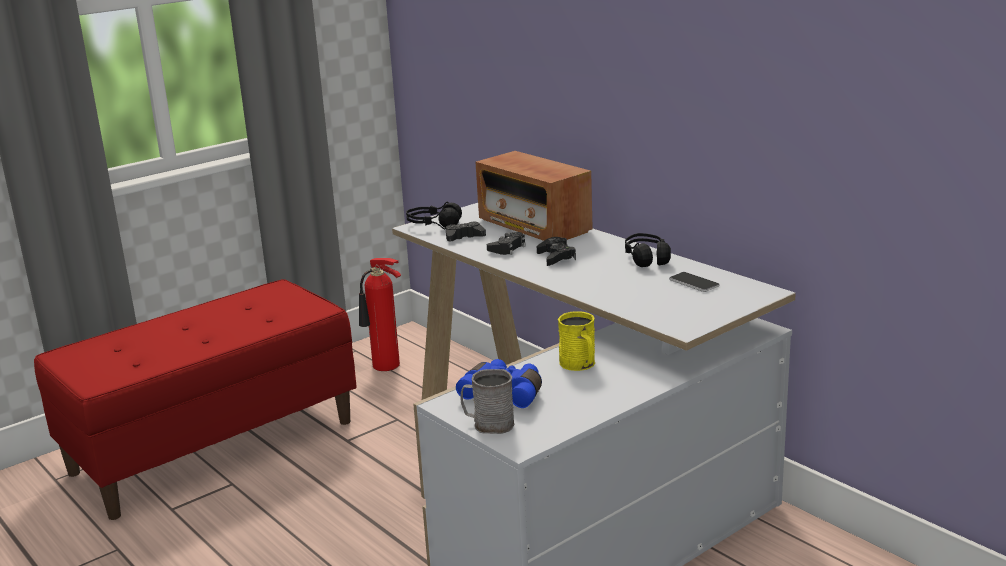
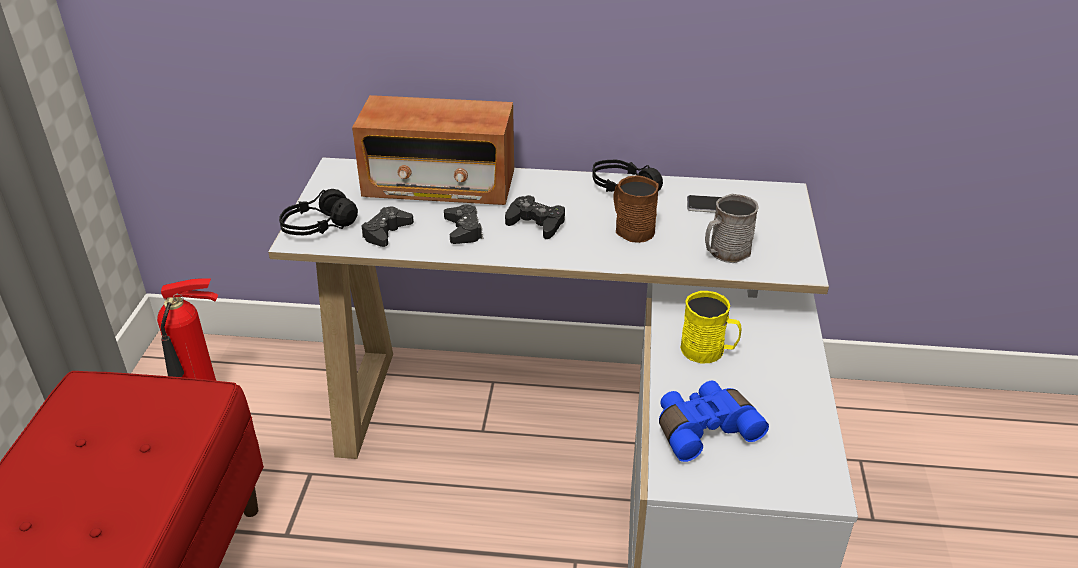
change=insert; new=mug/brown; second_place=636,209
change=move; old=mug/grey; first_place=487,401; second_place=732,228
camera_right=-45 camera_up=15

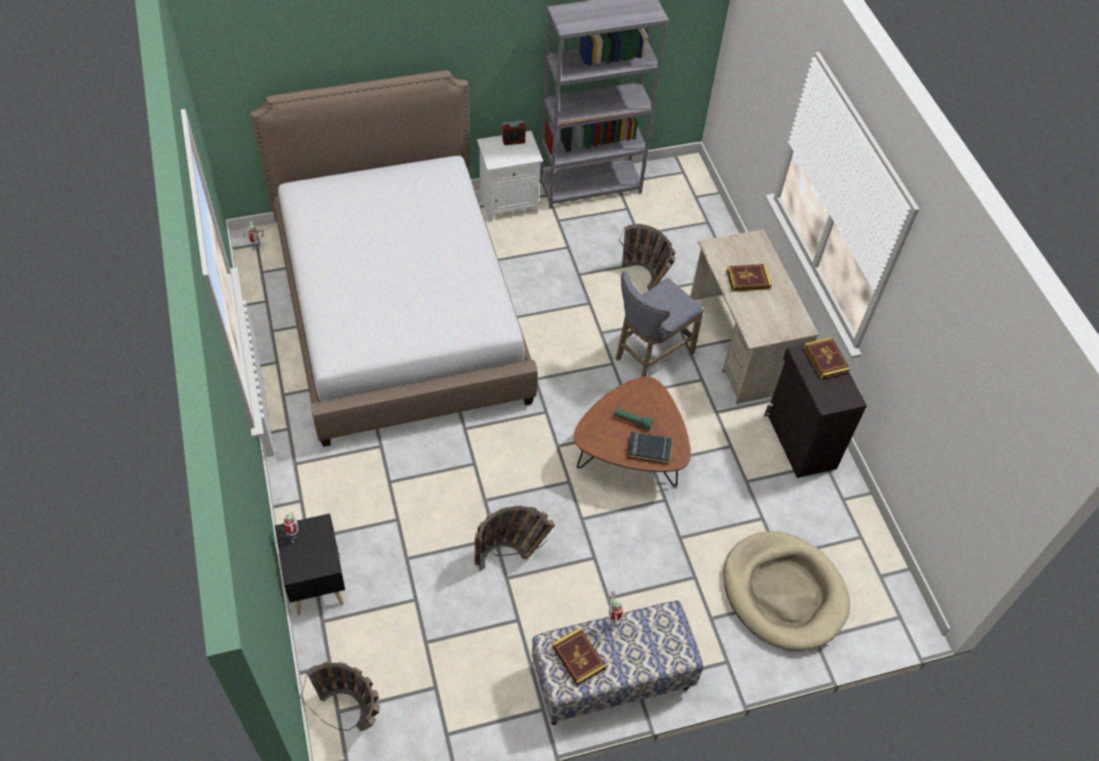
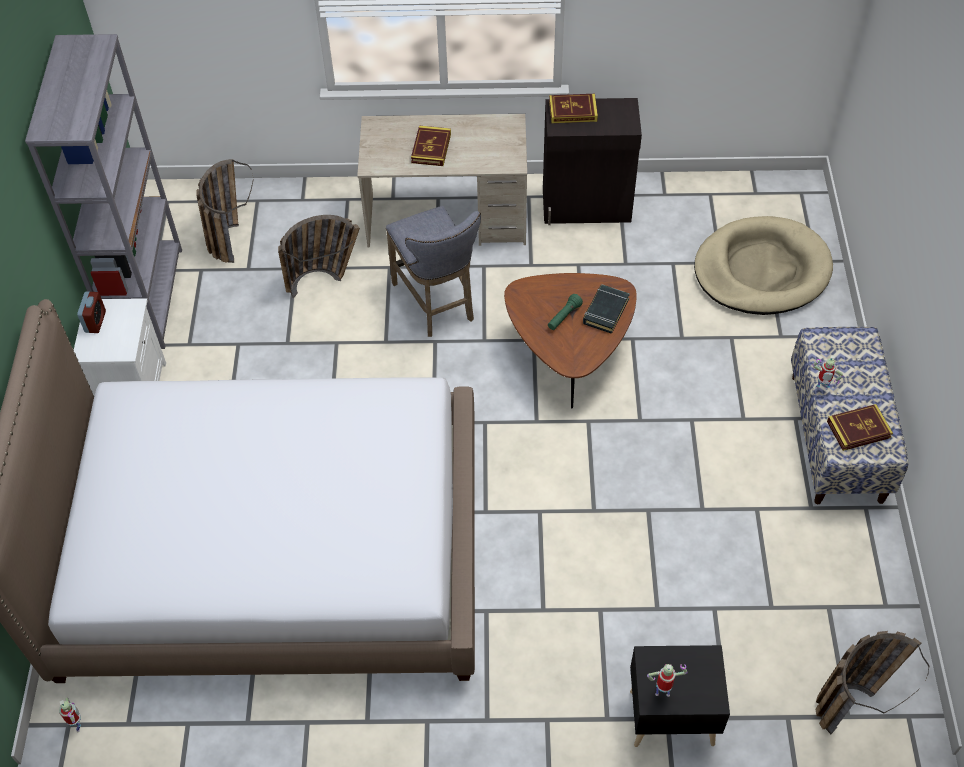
change=move; old=basket; first_place=515,538; second_place=224,211
camera_right=-70 camera_up=0

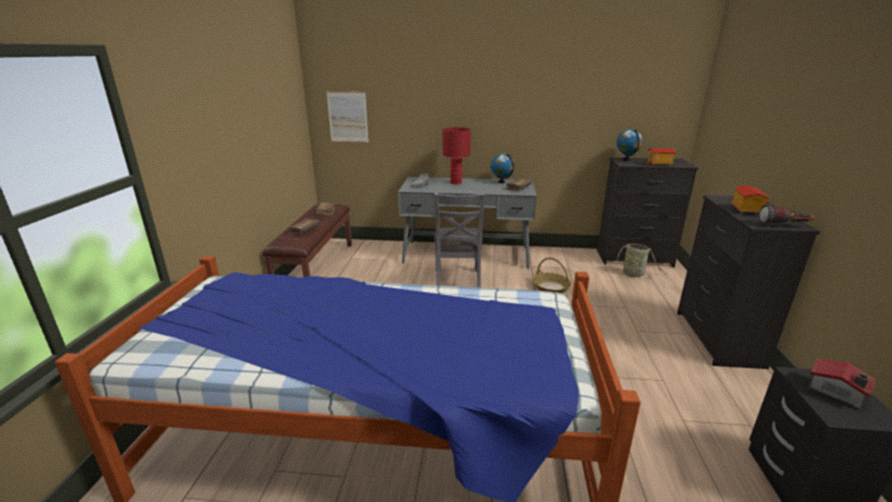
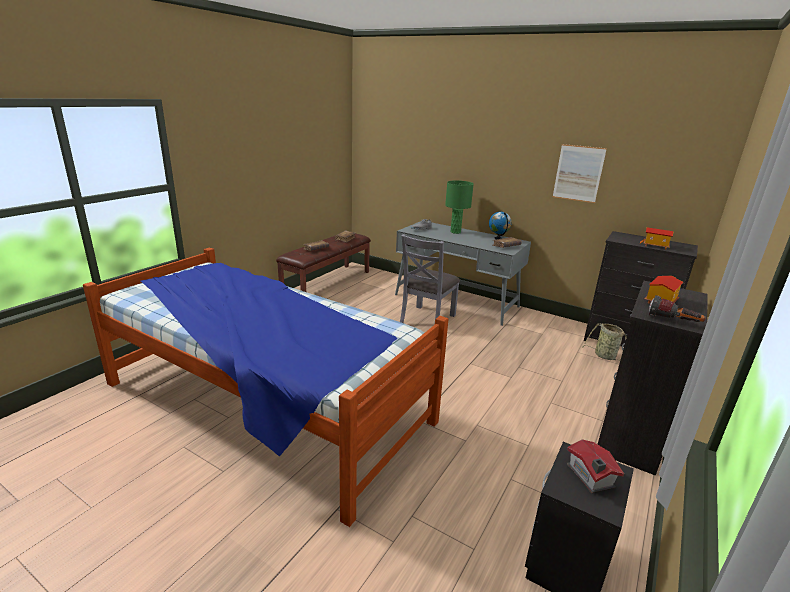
change=delete; old=basket; first_place=552,275
change=delete; old=globe; first_place=630,145
change=move; old=picture; first_place=347,117; second_place=580,173
change=recolor; old=table lamp/red; new=table lamp/green; first_place=457,155; second_place=459,207
camera_right=25 camera_up=0

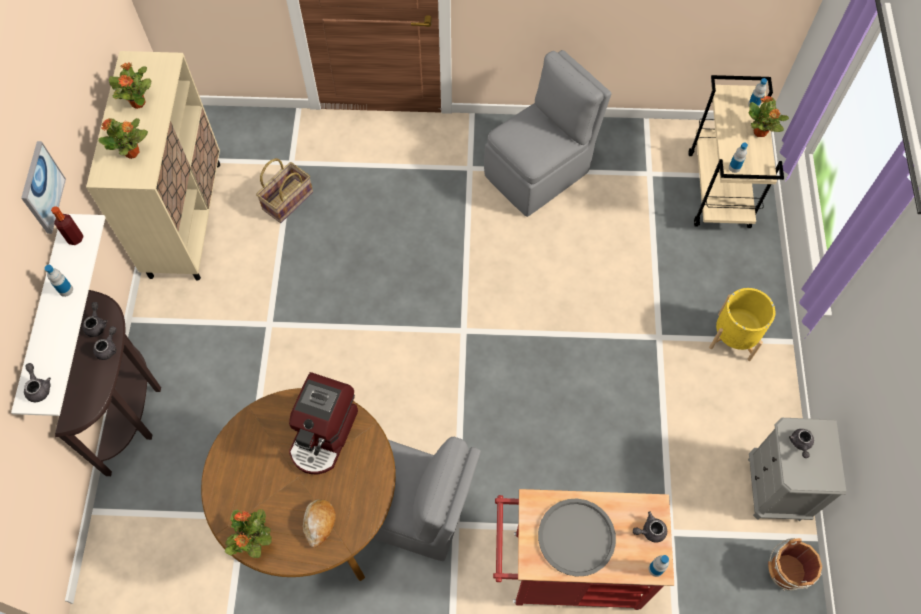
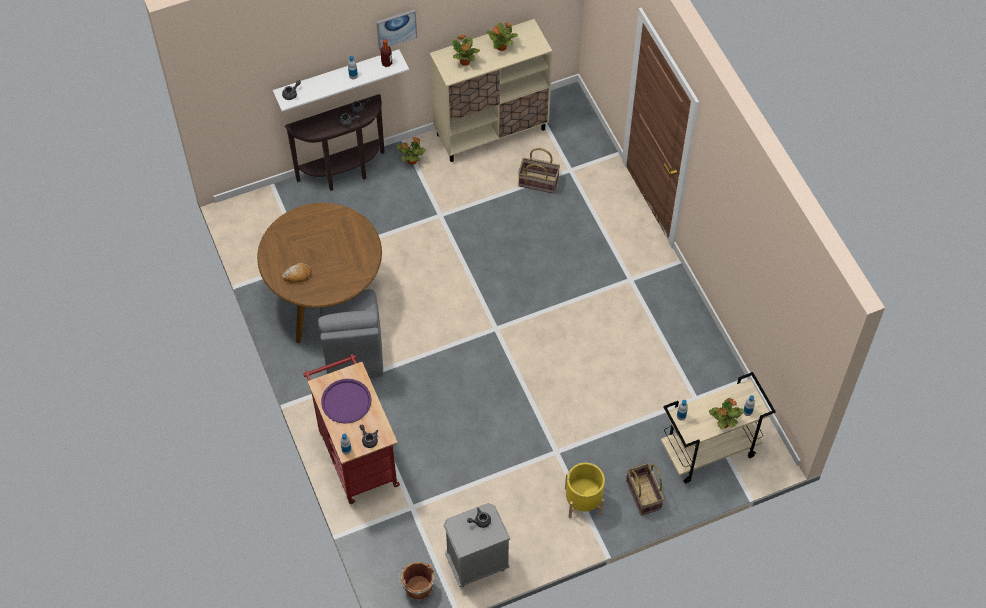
change=delete; old=coffee machine; first_place=323,423
change=delete; old=chair/grey; first_place=548,133
change=insert; new=basket; second_place=645,489
change=move; old=potted plant; first_place=248,533; second_place=411,151
change=recolor; old=tray/grey; new=tray/purple; first_place=577,538; second_place=346,401
camera_right=65 camera_up=-5

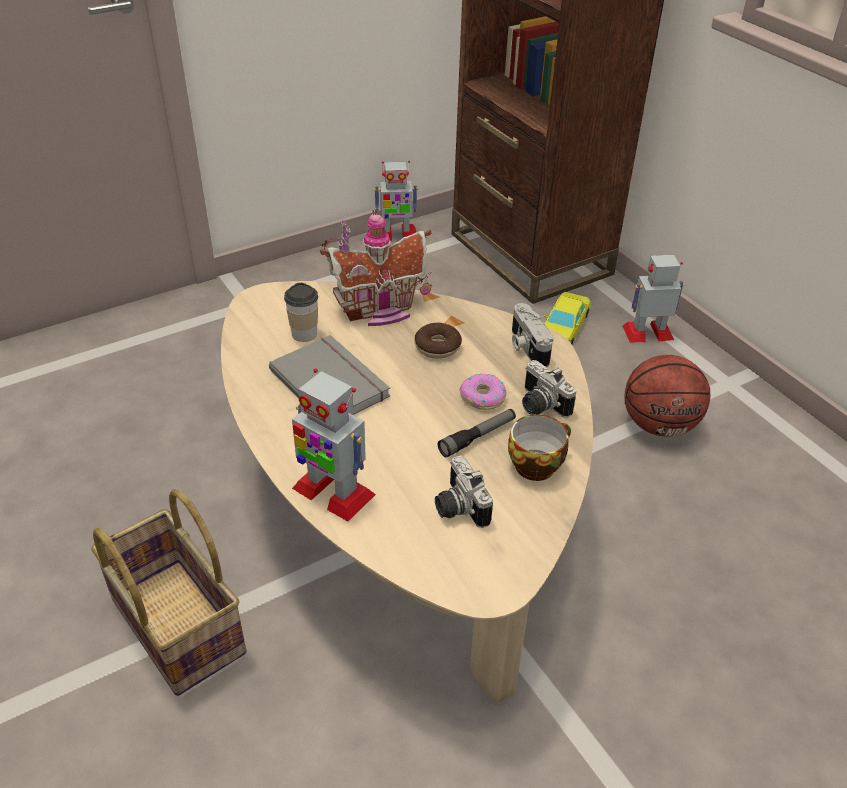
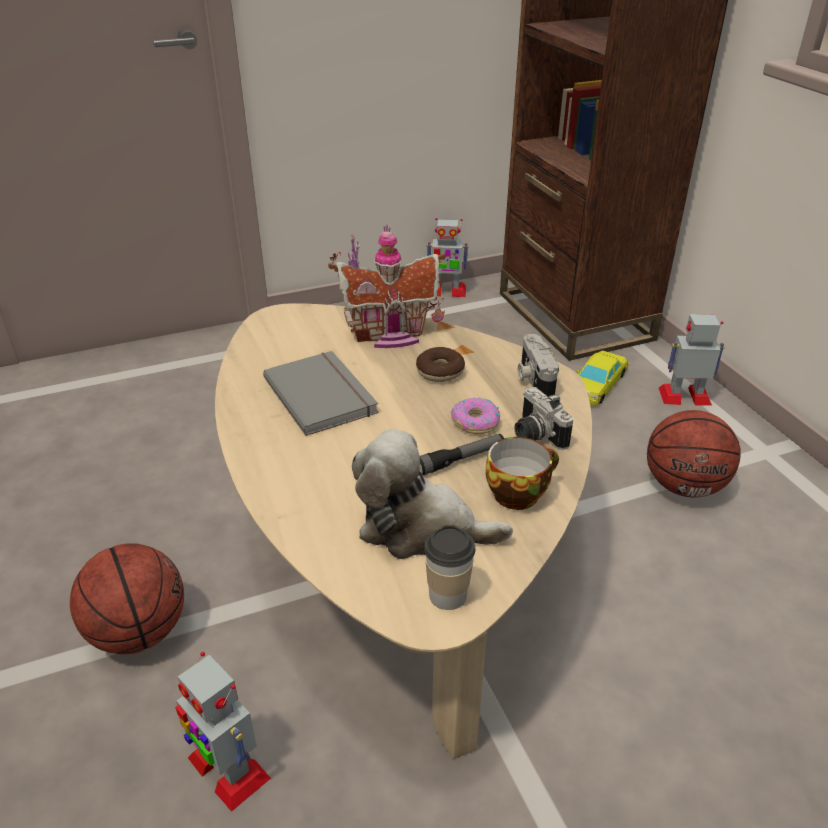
change=move; old=cup; first_place=301,312; second_place=449,567
change=move; old=toy robot; first_place=334,444; second_place=223,732
change=replace; old=basket; new=basketball; first_place=168,592; second_place=127,598
change=replace; old=photo camera; new=plush toy; first_place=464,491; second_place=432,494
camera_right=10 camera_up=-5

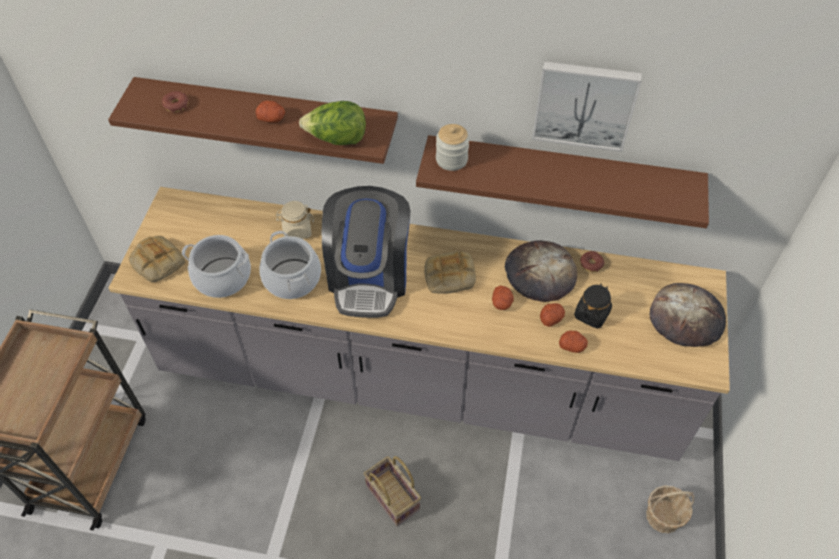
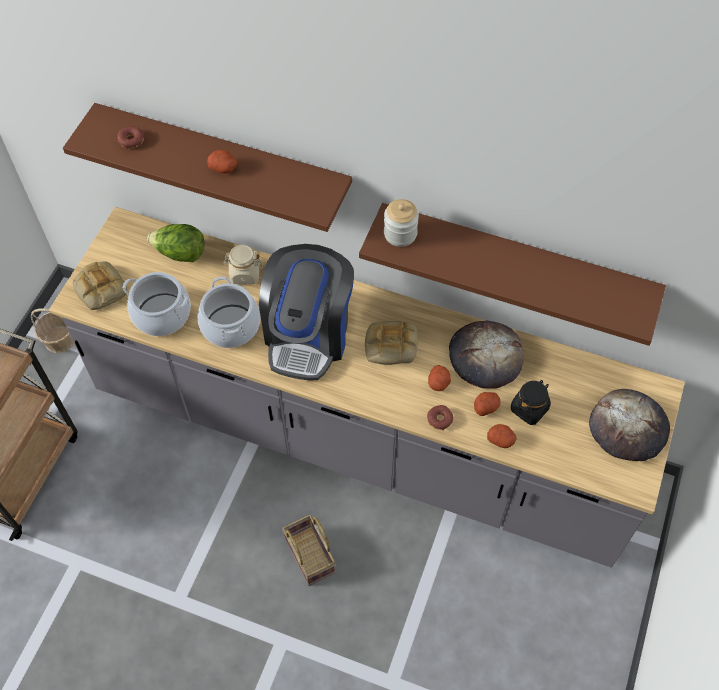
change=delete; old=picture; first_place=587,106
change=move; old=lettuce; first_place=332,123; second_place=175,243
change=move; old=donut; first_place=592,261; second_place=440,417
change=move; old=basket; first_place=670,509; second_place=52,331
camera_right=10 camera_up=5

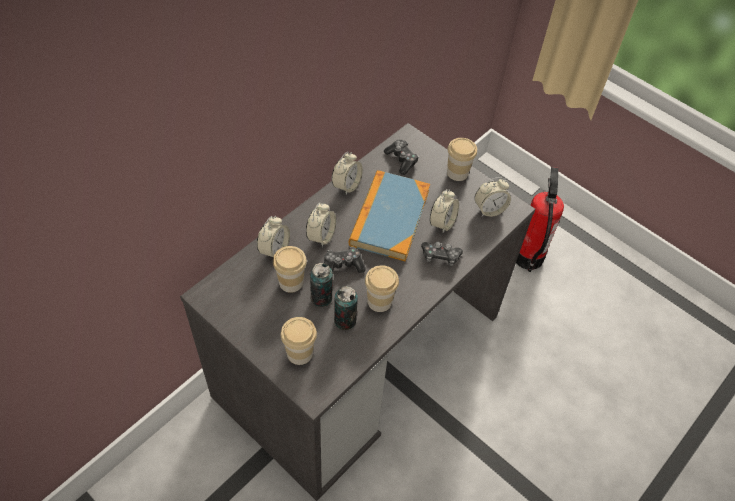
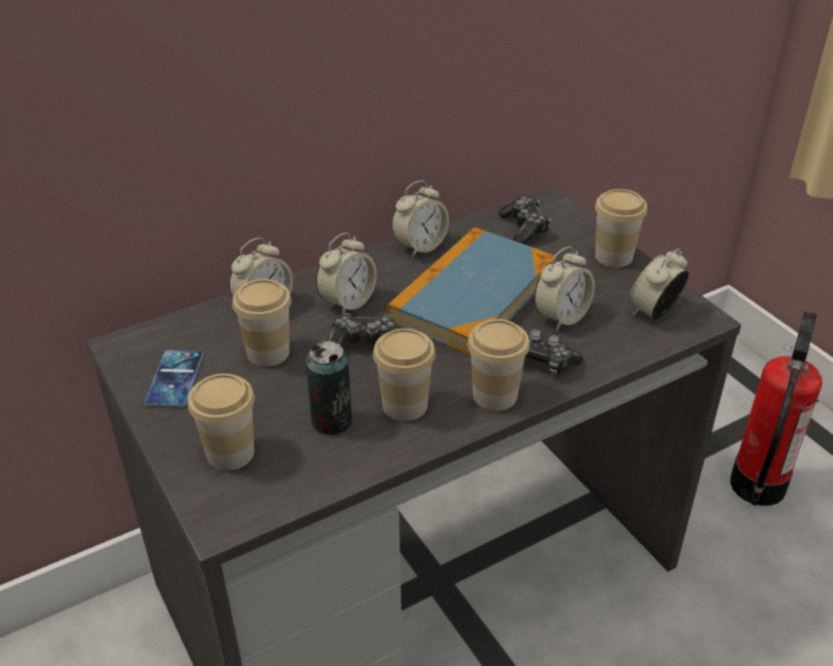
change=delete; old=can; first_place=321,285
change=insert; new=phone; second_place=174,378
change=insert; new=cup; second_place=498,365
change=rotate; old=alarm clock; first_place=492,197; second_place=658,284; degrees=135
camera_right=20 camera_up=-15

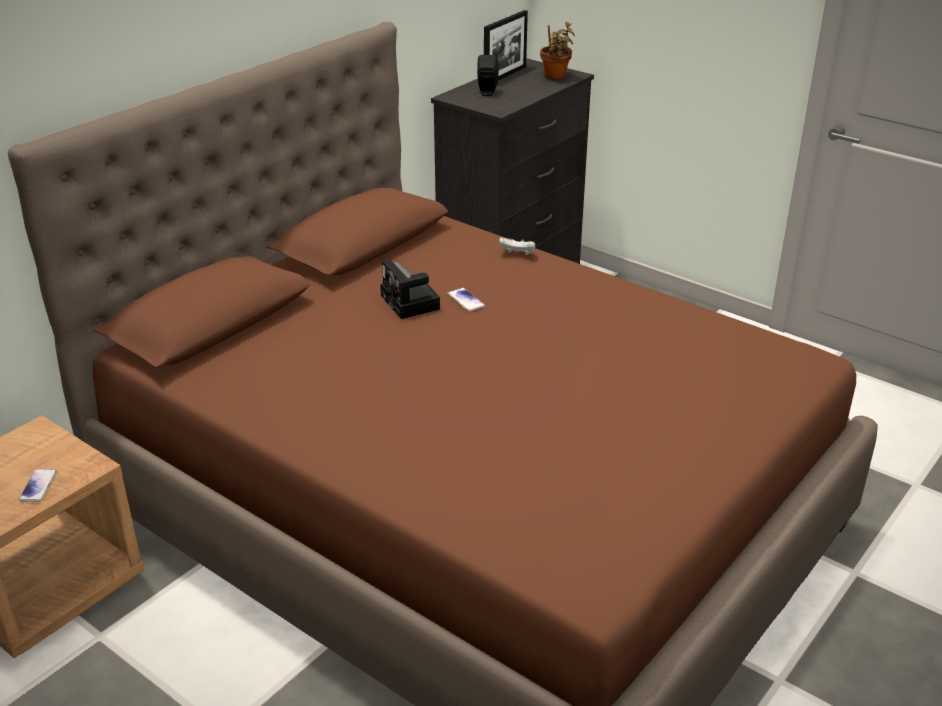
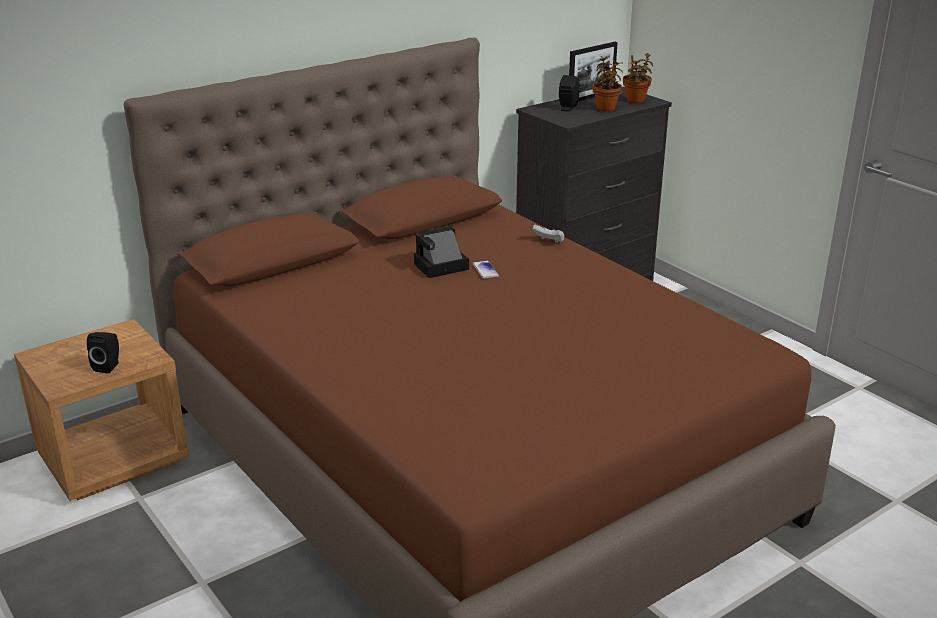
change=insert; new=potted plant; second_place=608,84
change=replace; old=phone; new=speaker/black; first_place=38,485; second_place=103,353
change=rotate; old=photo camera; first_place=410,289; second_place=441,252; degrees=75
camera_right=15 camera_up=-5

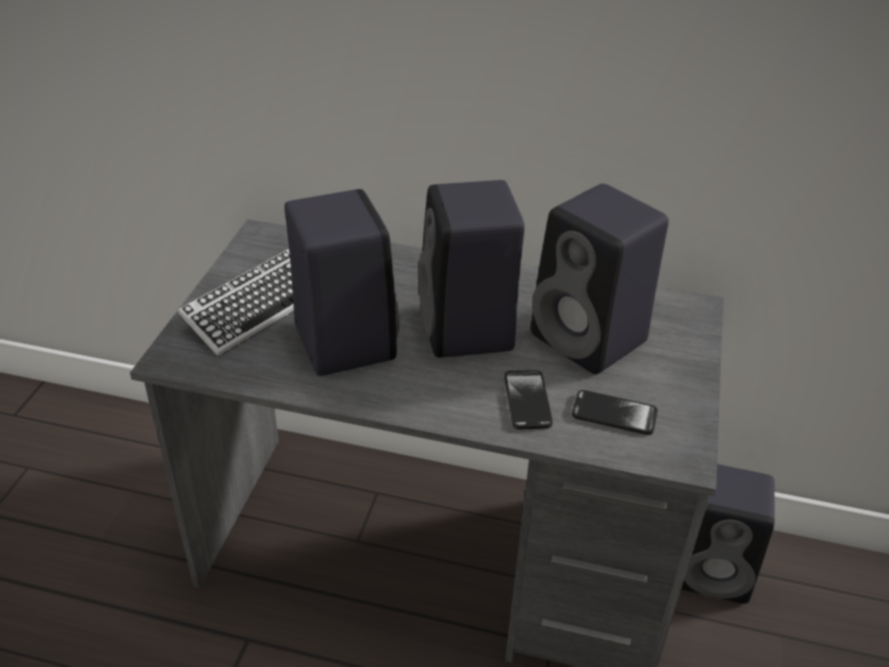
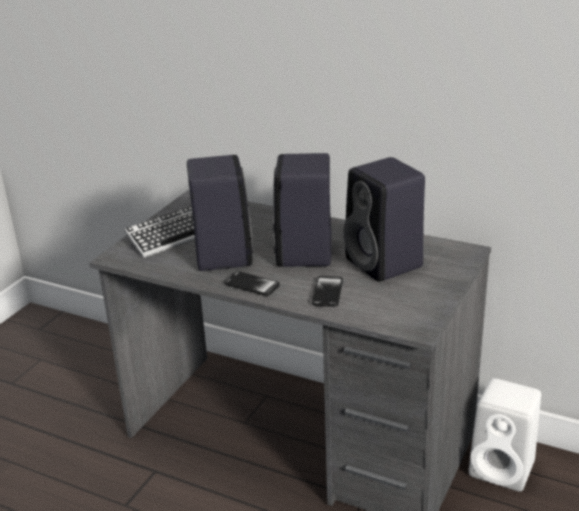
change=move; old=phone; first_place=615,412; second_place=252,283
change=recolor; old=speaker/black; new=speaker/white; first_place=728,534; second_place=505,435
camera_right=15 camera_up=-10

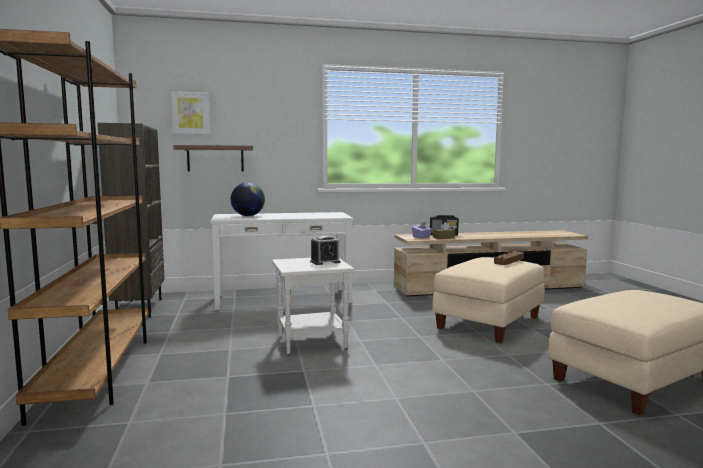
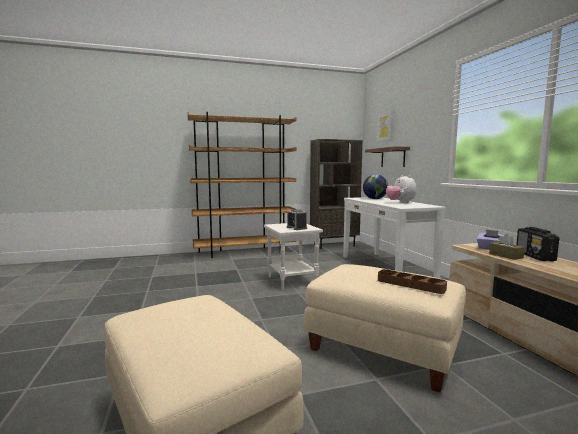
change=insert; new=plush toy; second_place=401,189
camera_right=85 camera_up=0

